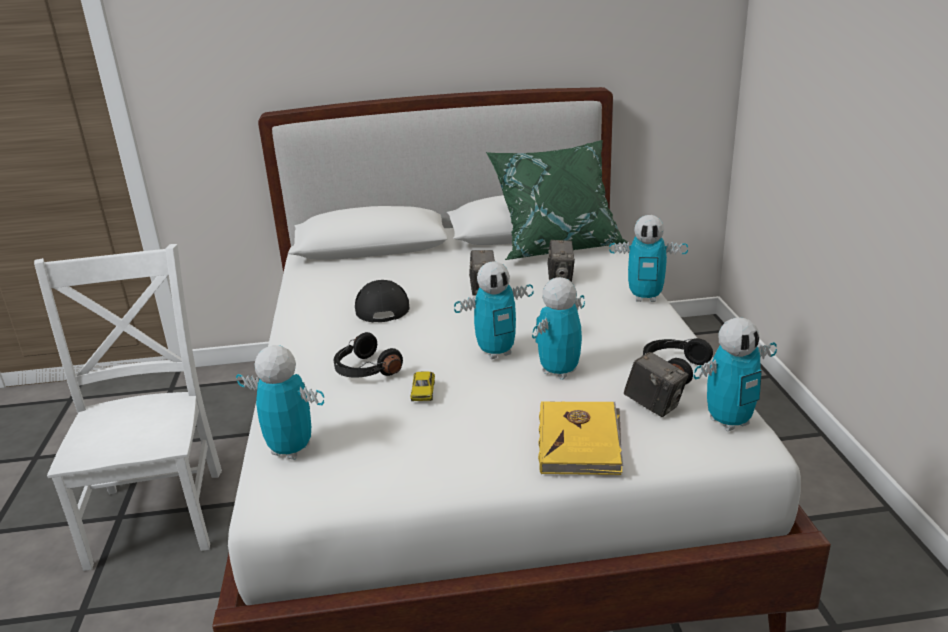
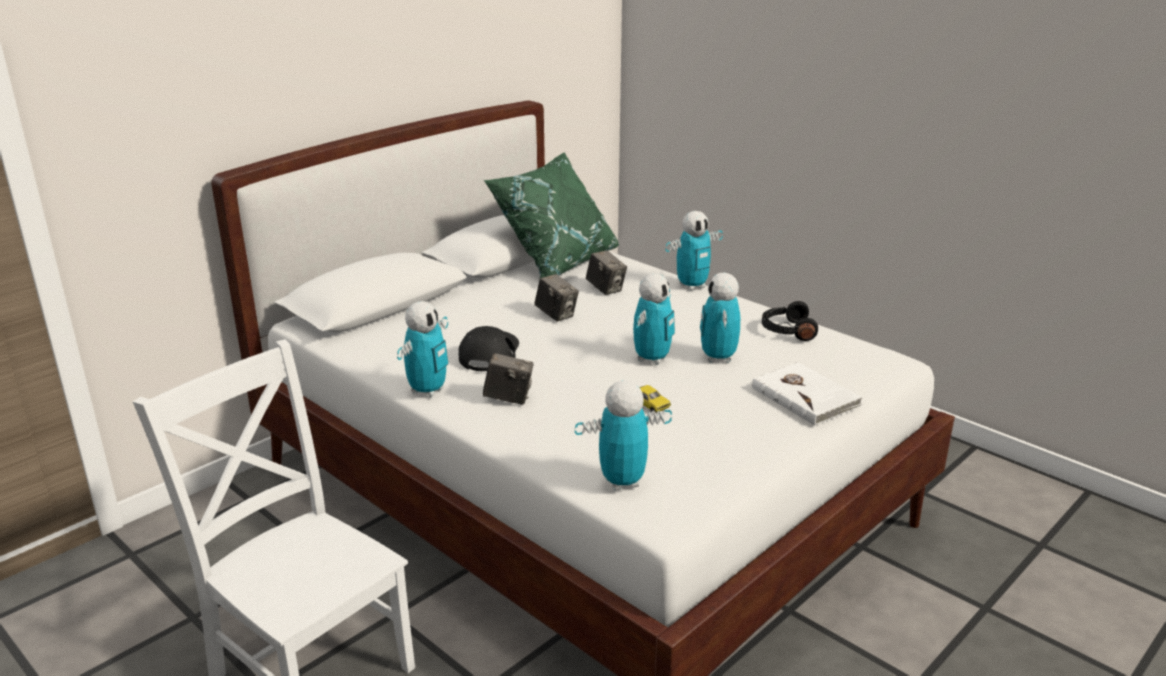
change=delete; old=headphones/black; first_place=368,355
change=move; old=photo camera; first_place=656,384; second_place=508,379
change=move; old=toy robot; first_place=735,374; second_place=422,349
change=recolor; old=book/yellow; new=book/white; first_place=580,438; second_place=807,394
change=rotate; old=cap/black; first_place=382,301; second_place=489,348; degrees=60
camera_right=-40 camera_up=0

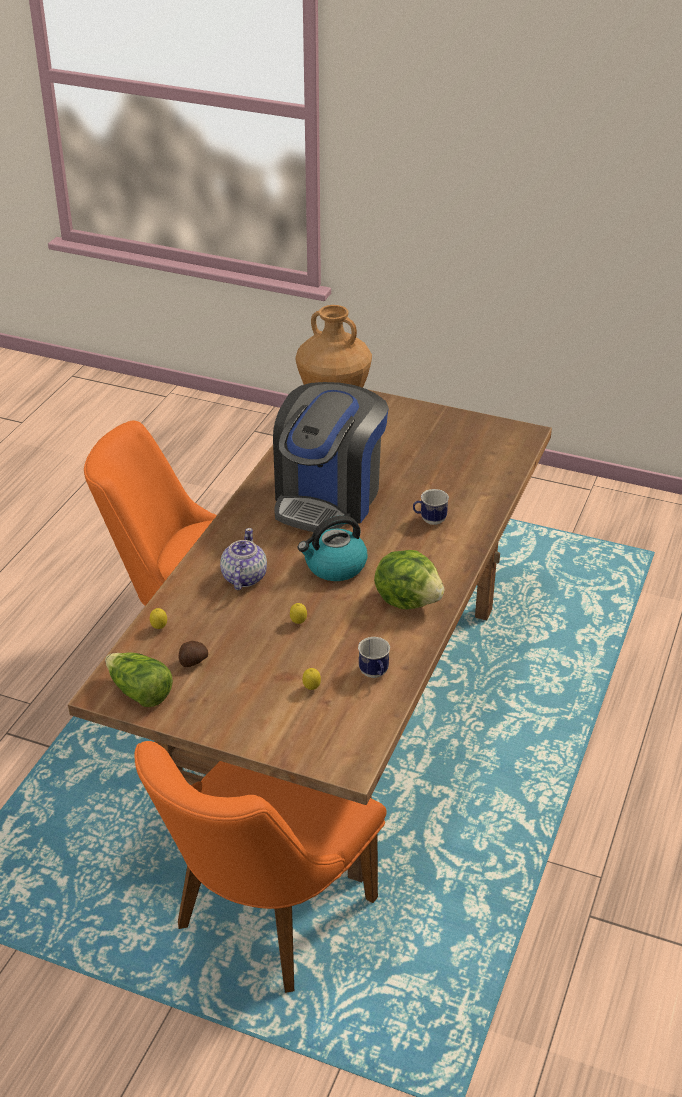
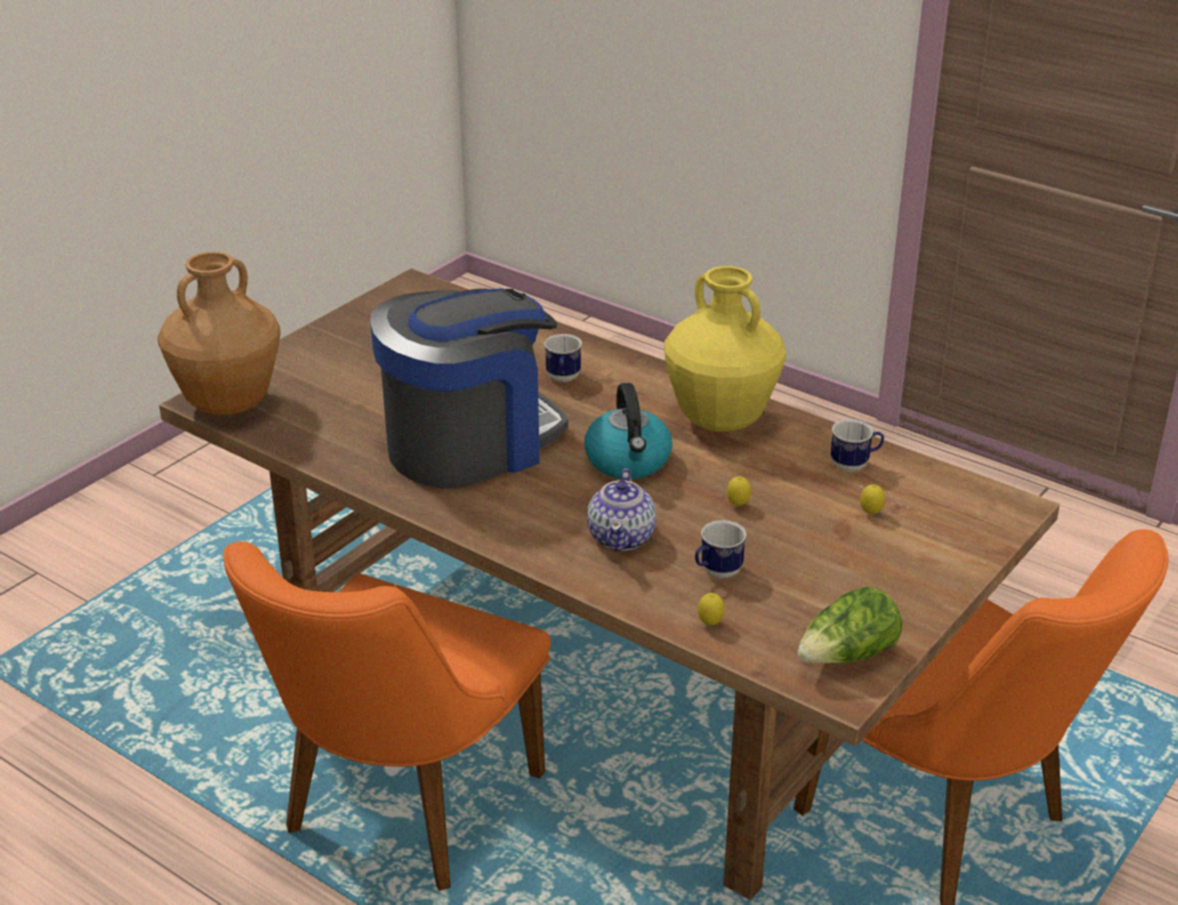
change=delete; old=potato; first_place=193,654
change=insert; new=mug; second_place=720,549
change=replace; old=lettuce; new=vase/yellow; first_place=409,580; second_place=725,349
change=rotate; old=teapot; first_place=243,559; second_place=621,510; degrees=-105
change=rotate; old=coffee machine; first_place=331,457; second_place=469,388; degrees=-75
camera_right=-75 camera_up=-5

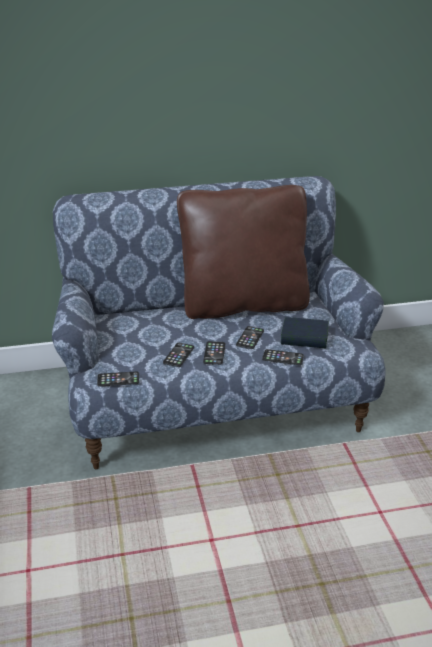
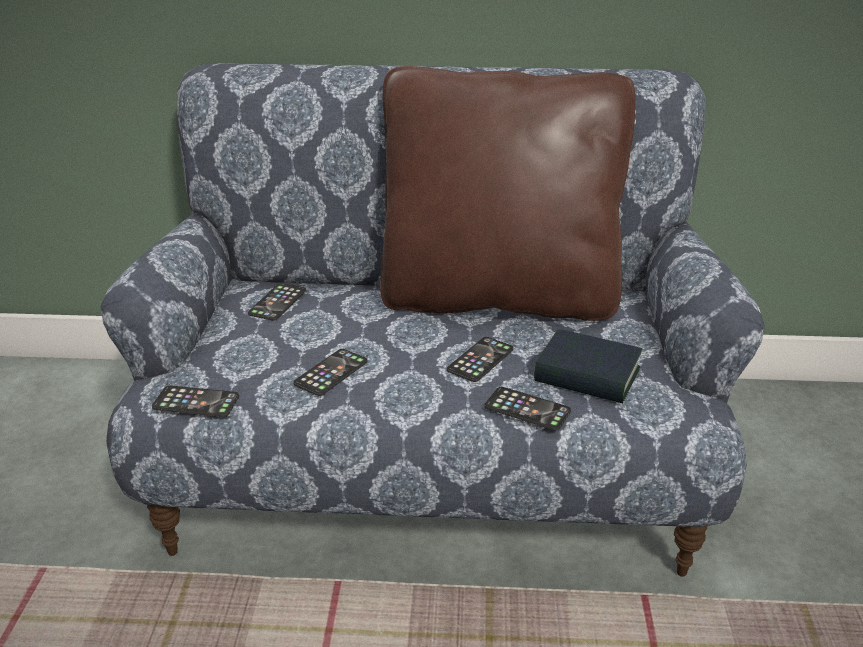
change=move; old=phone; first_place=214,353; second_place=277,302
camera_right=15 camera_up=0

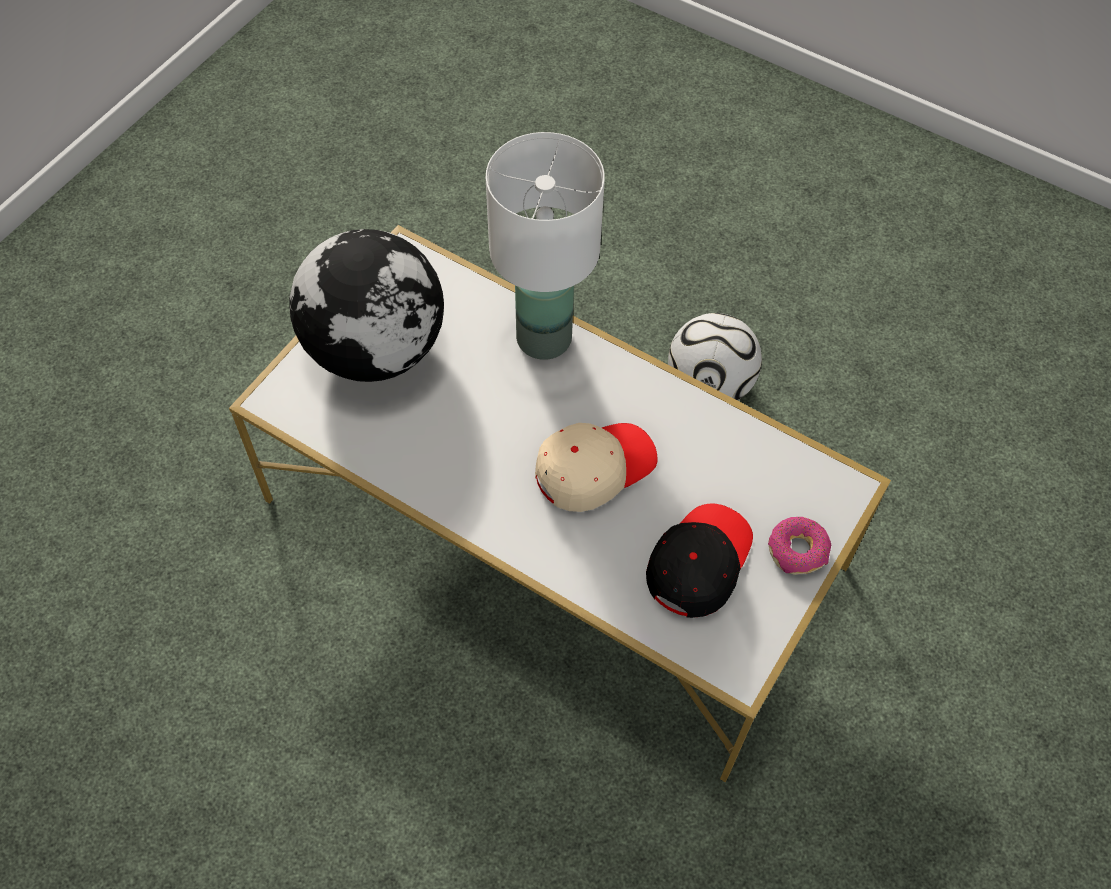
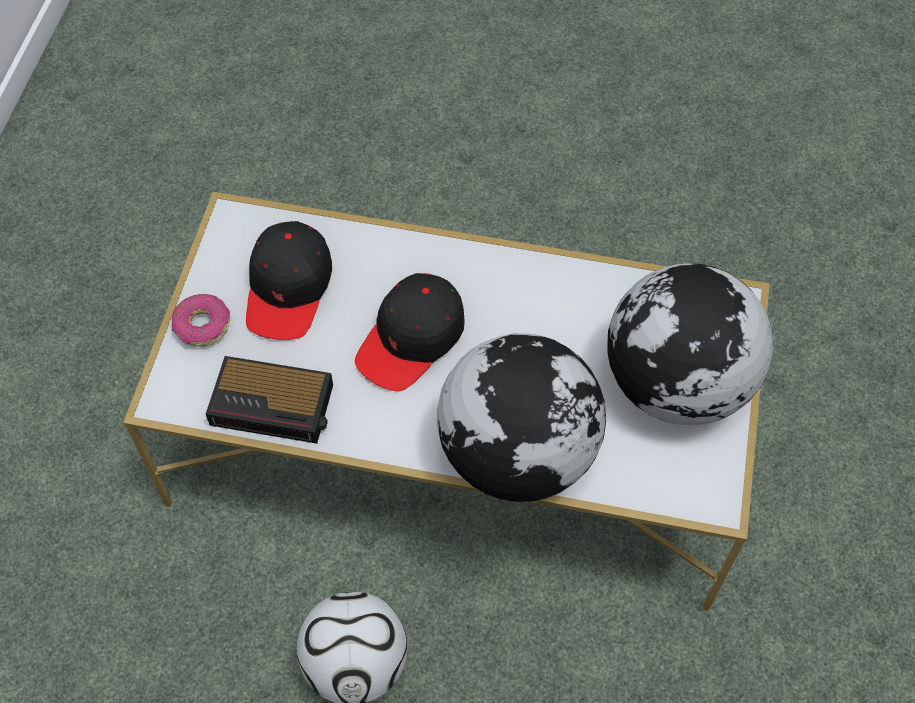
change=insert; new=alarm clock; second_place=269,400
change=replace; old=table lamp/white; new=globe; first_place=545,246; second_place=521,417
change=recolor; old=cap/beige; new=cap/black; first_place=596,467; second_place=410,332
camera_right=160 camera_up=0

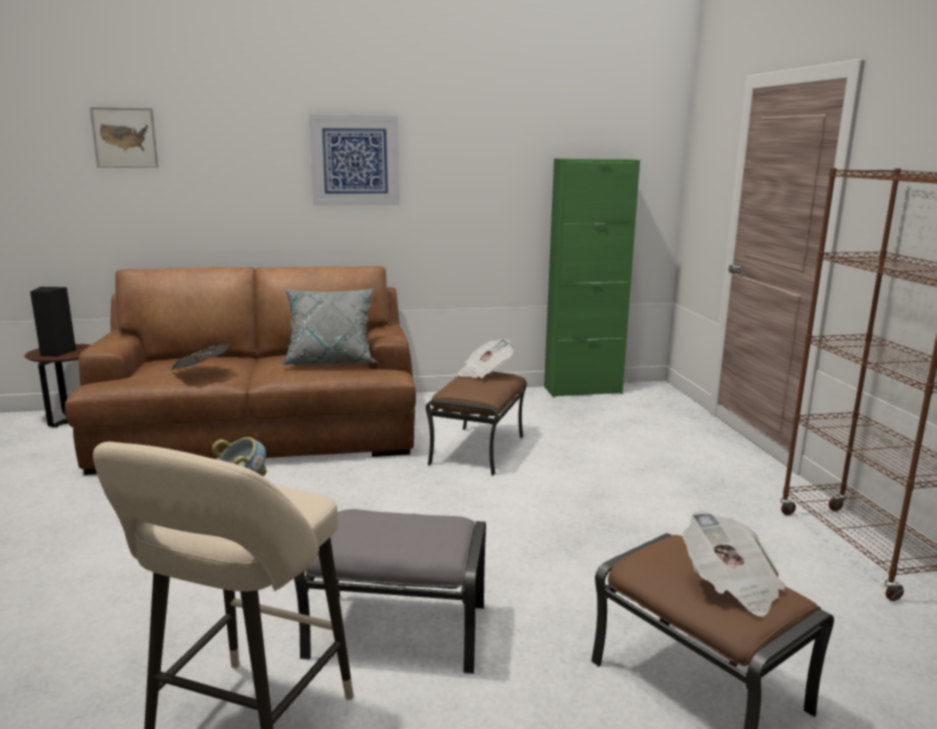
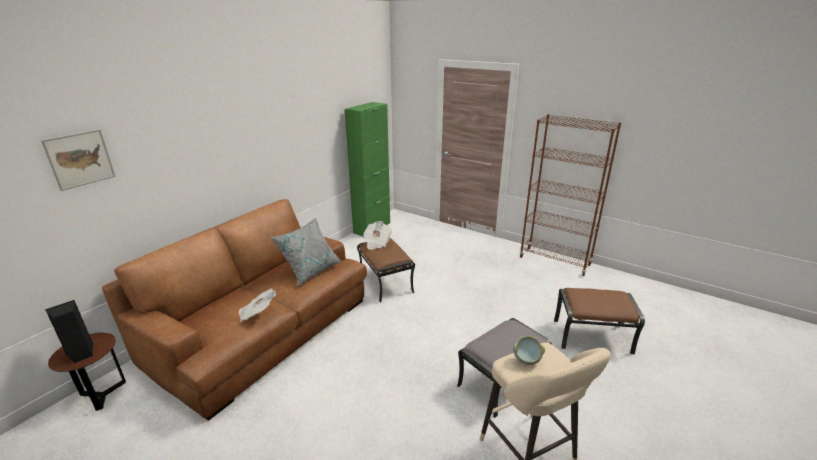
change=delete; old=picture; first_place=354,159
change=delete; old=newspaper; first_place=734,564
camera_right=-45 camera_up=10

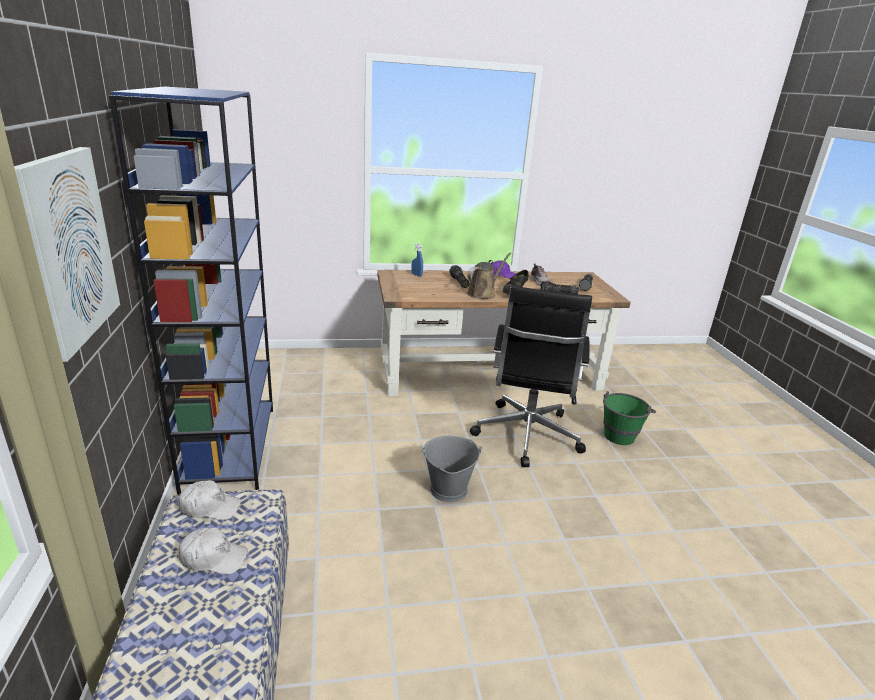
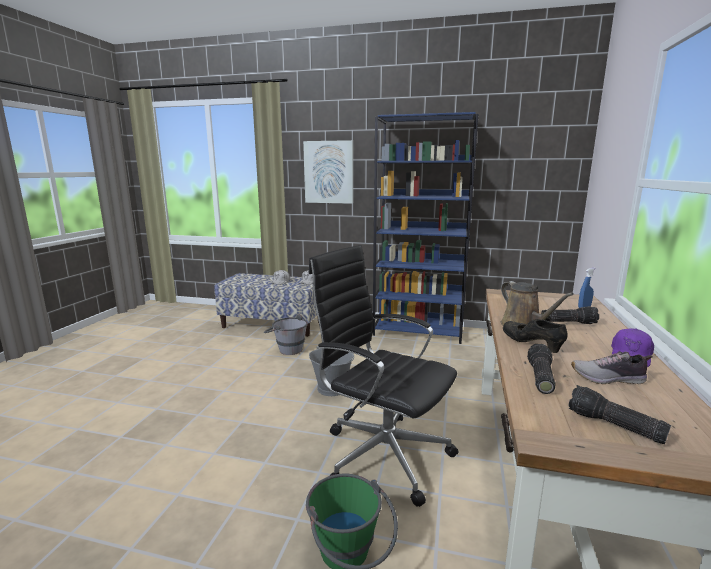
change=insert; new=bucket/grey; second_place=286,334
camera_right=115 camera_up=-10

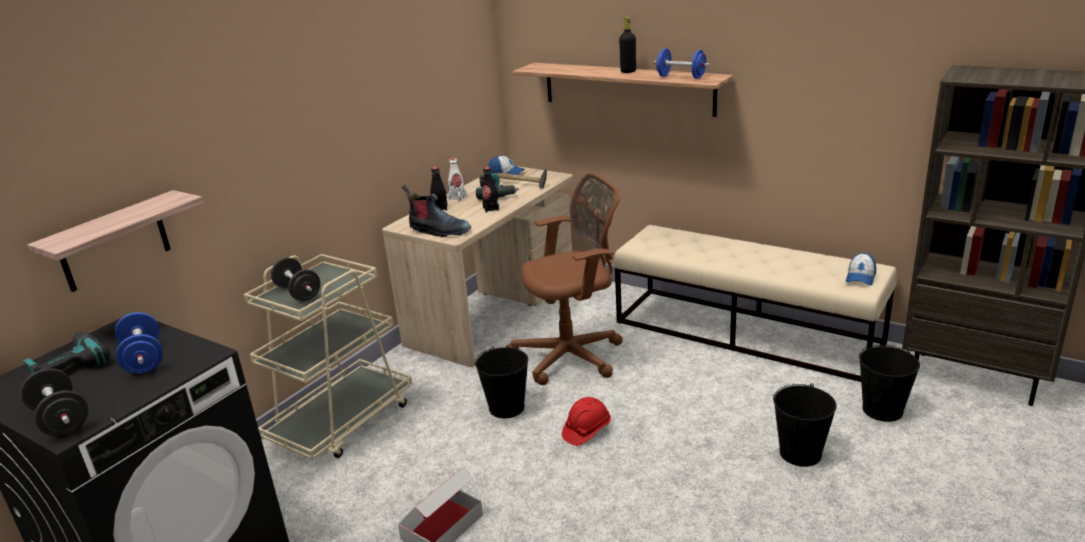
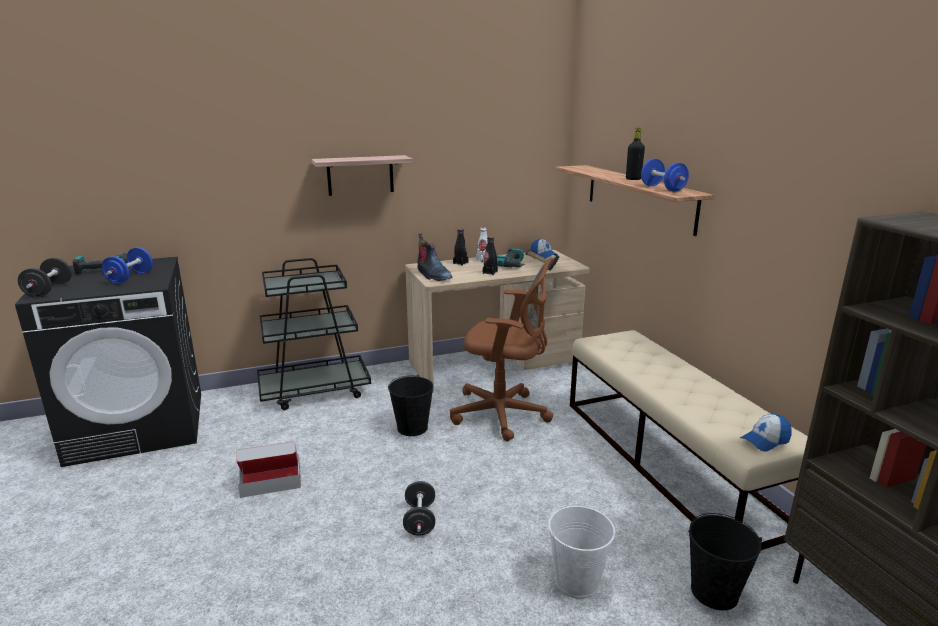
change=delete; old=hard hat/red; first_place=586,421
change=move; old=shelf; first_place=115,241; second_place=362,175
change=move; old=dumbbell/black; first_place=295,279; second_place=419,508
change=recolor; old=cart/beige; new=cart/black; first_place=328,357; second_place=314,334
change=recolor; old=bucket/black; new=bucket/white; first_place=805,425; second_place=581,551
camera_right=35 camera_up=-5

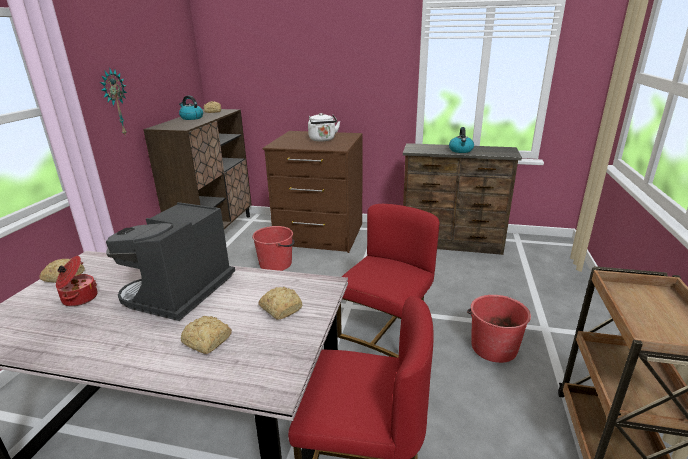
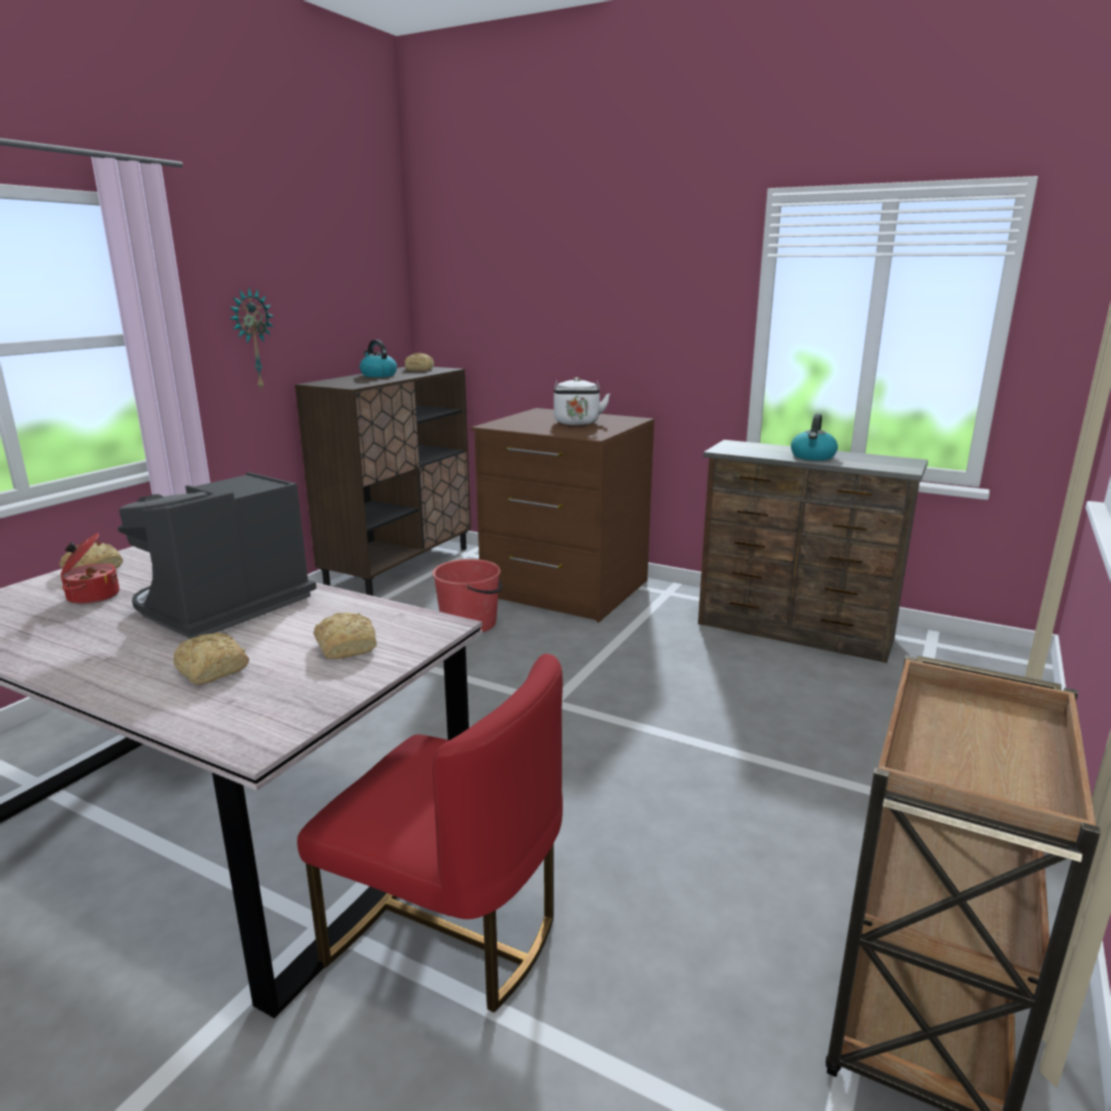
change=delete; old=chair/red; first_place=388,281
change=delete; old=bucket/red; first_place=499,329
camera_right=15 camera_up=-5

